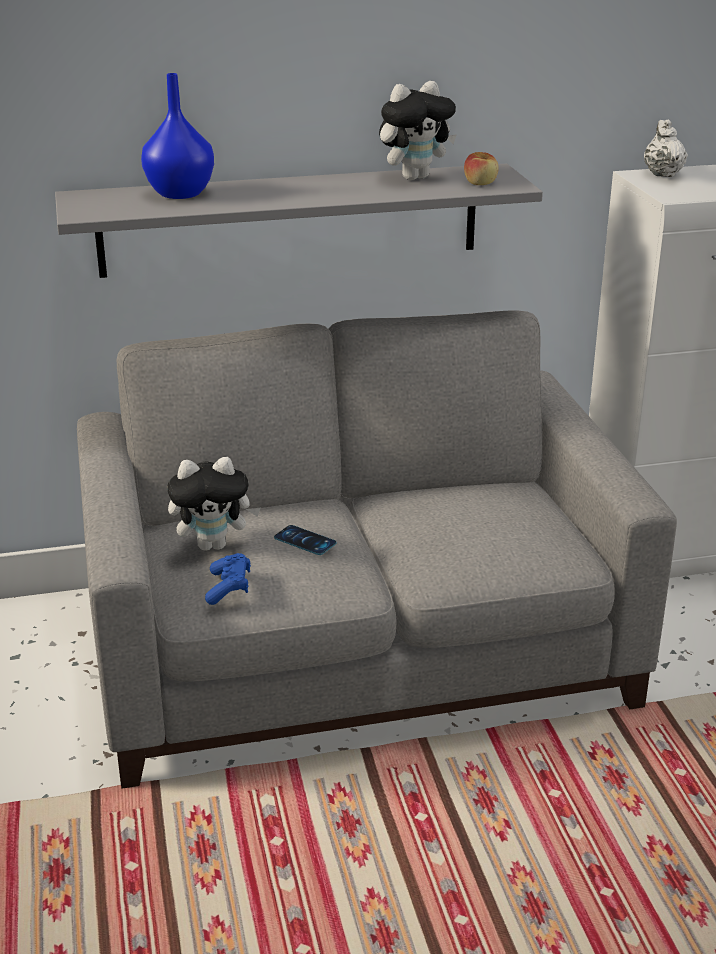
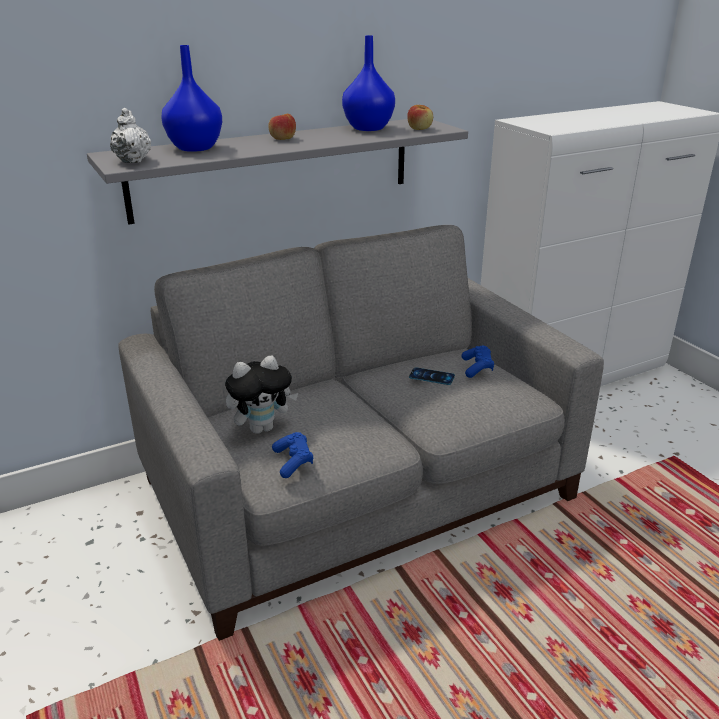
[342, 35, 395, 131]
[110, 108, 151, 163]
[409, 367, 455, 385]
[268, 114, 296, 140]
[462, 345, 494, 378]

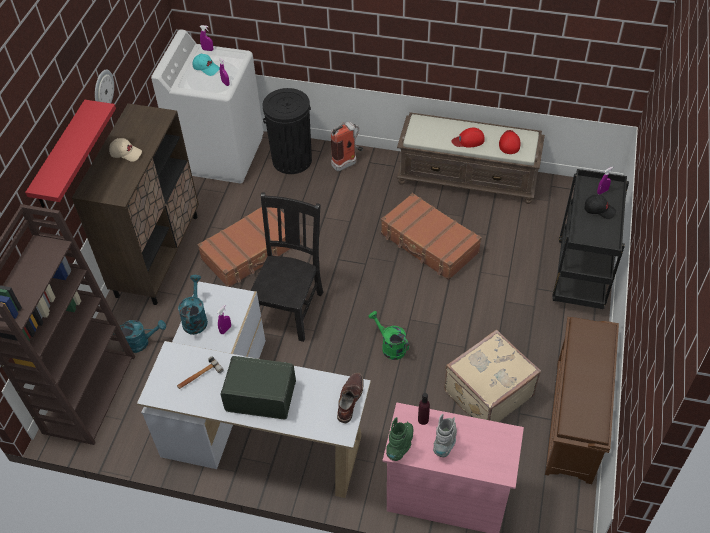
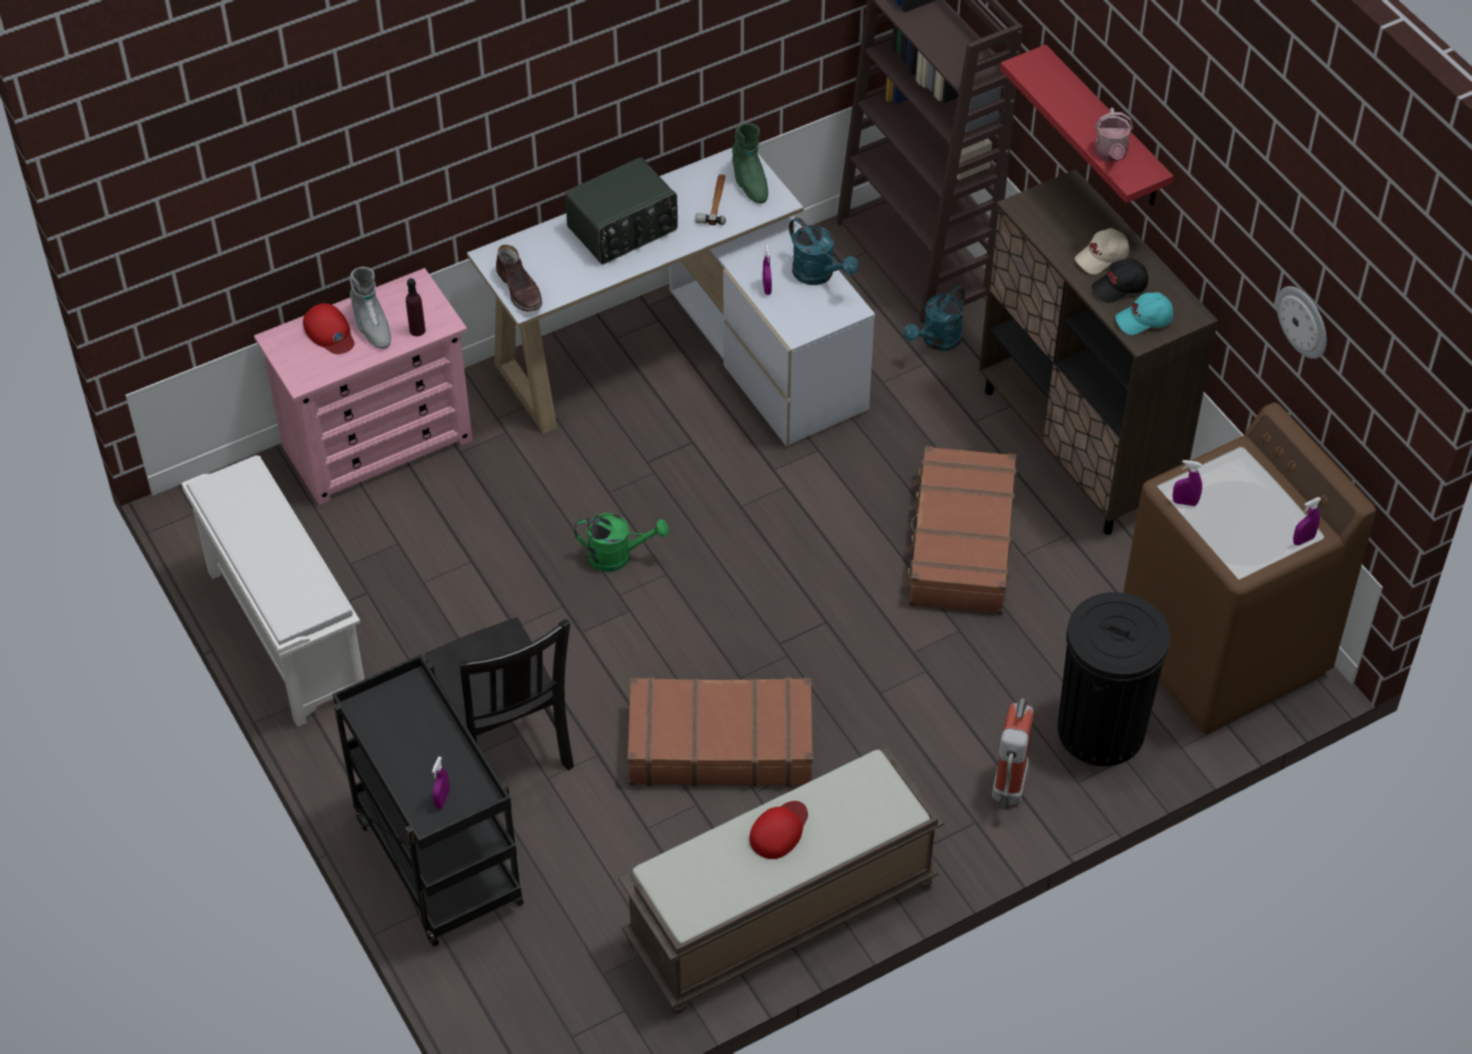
[1123, 402, 1376, 734]
[1115, 292, 1173, 335]
[1277, 286, 1327, 359]
[303, 303, 354, 354]
[424, 617, 574, 771]
[1092, 258, 1149, 303]
[181, 455, 364, 727]
[444, 330, 541, 422] (first image)
[732, 123, 768, 203]
[1094, 108, 1133, 162]

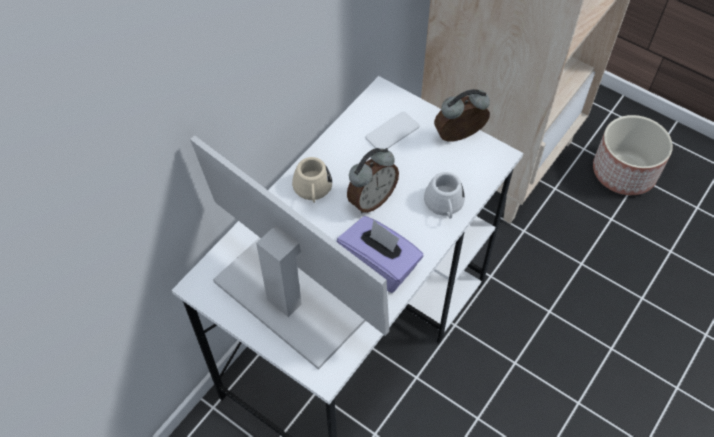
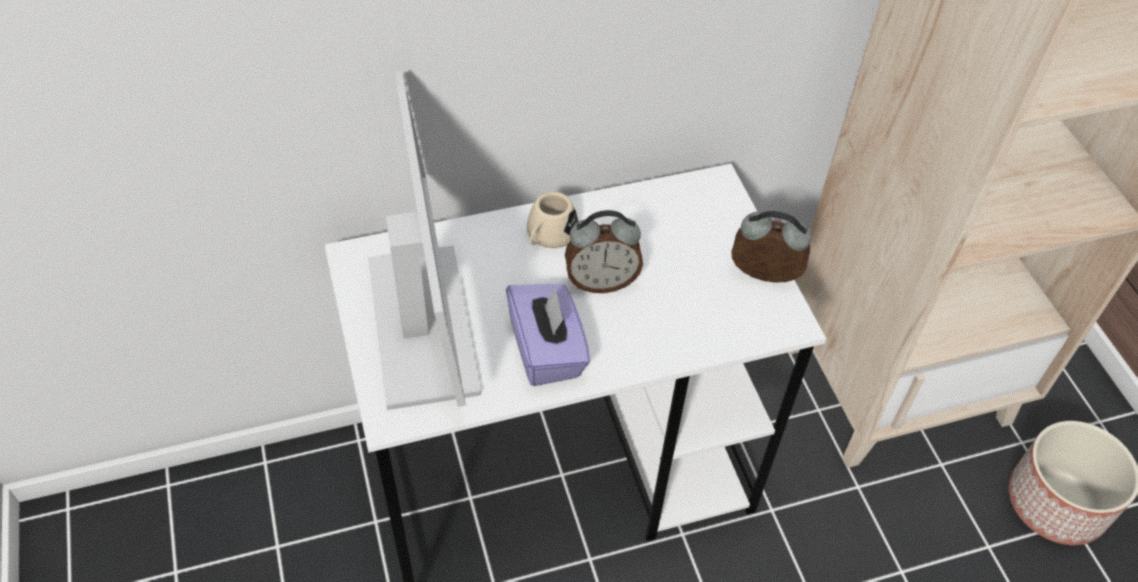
[365, 112, 420, 149] (first image)
[424, 172, 465, 219] (first image)

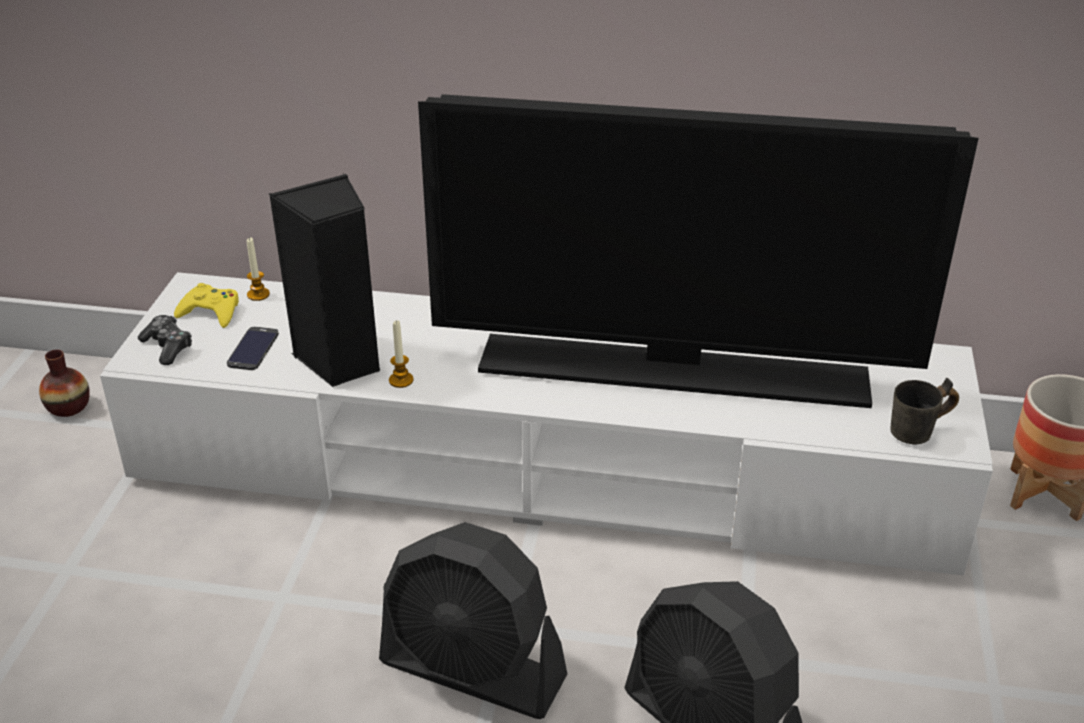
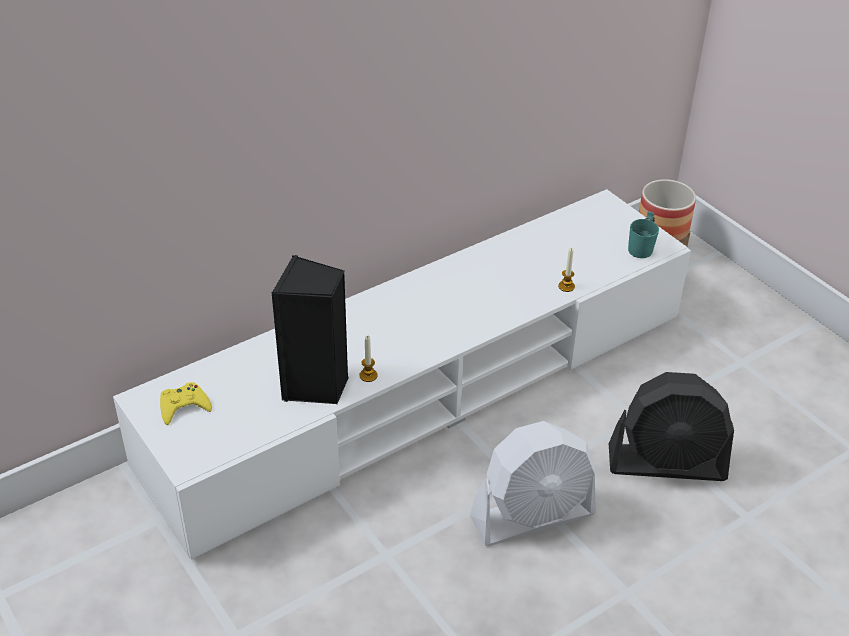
[418, 94, 979, 408] (first image)
[558, 248, 575, 292]
[138, 315, 192, 365] (first image)
[227, 327, 279, 370] (first image)
[39, 349, 90, 417] (first image)
[628, 212, 659, 258]
[470, 421, 596, 546]

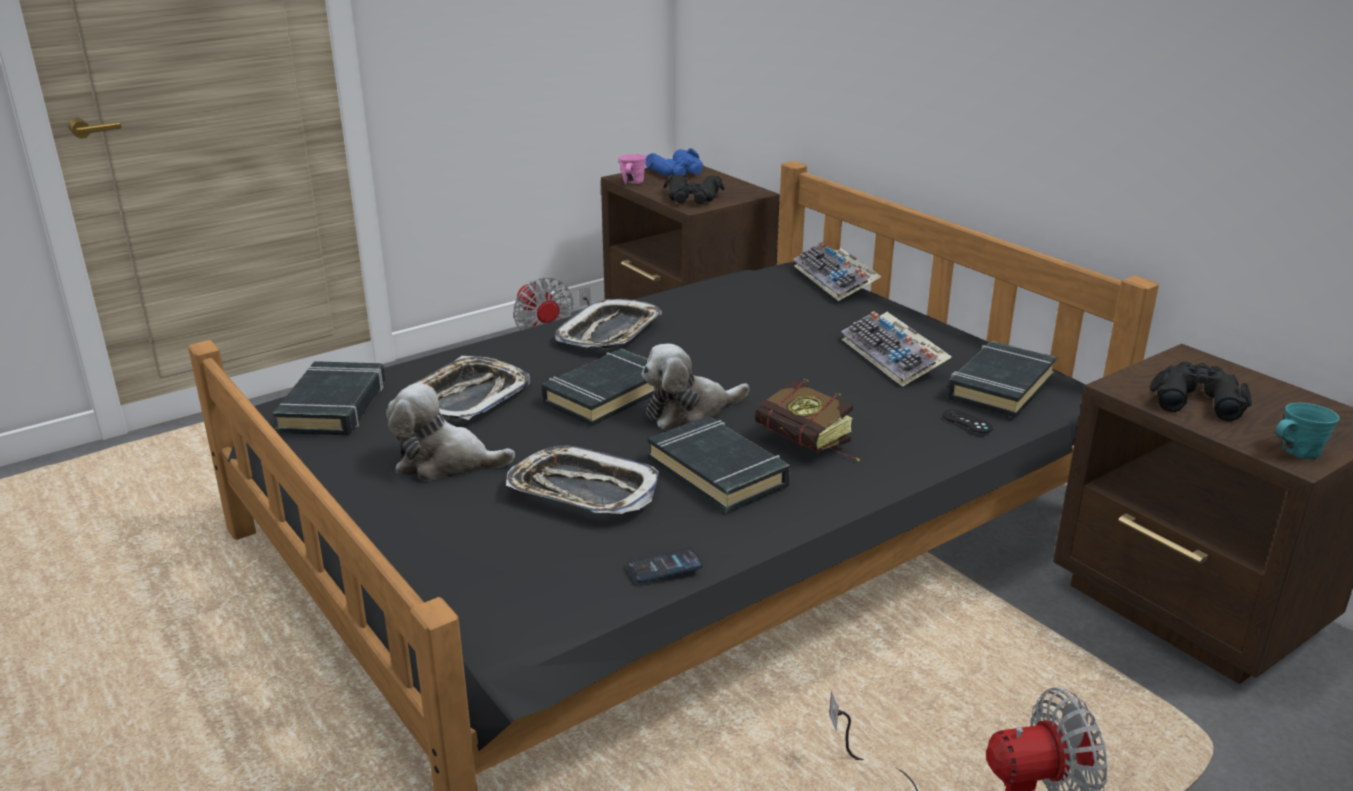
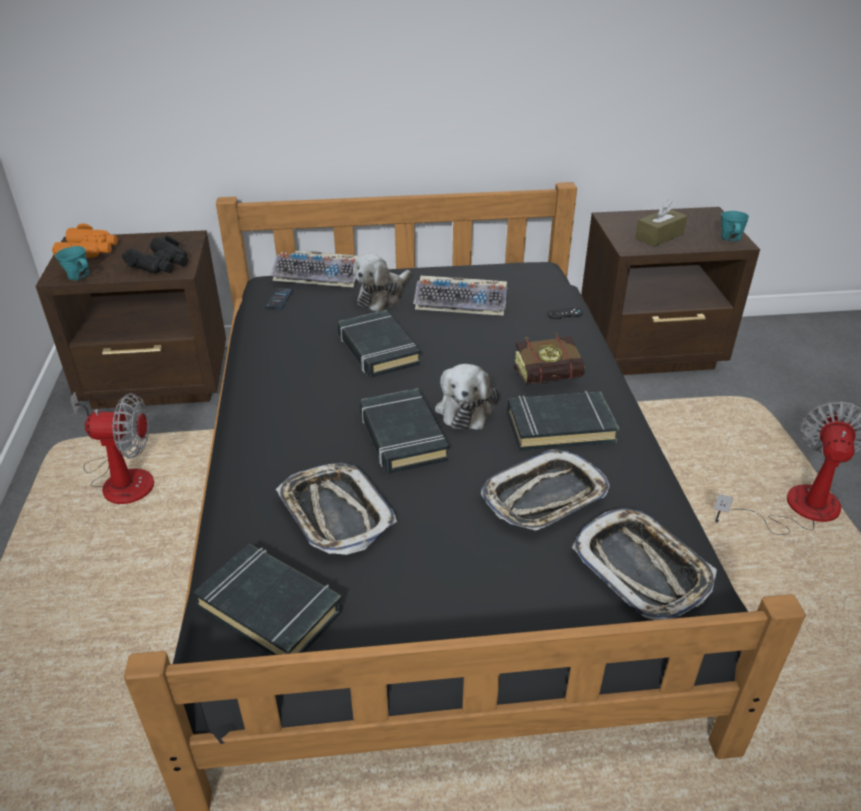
[52, 224, 117, 258]
[55, 246, 89, 281]
[572, 508, 717, 620]
[338, 310, 421, 378]
[635, 199, 687, 247]
[353, 254, 411, 312]
[265, 288, 292, 309]

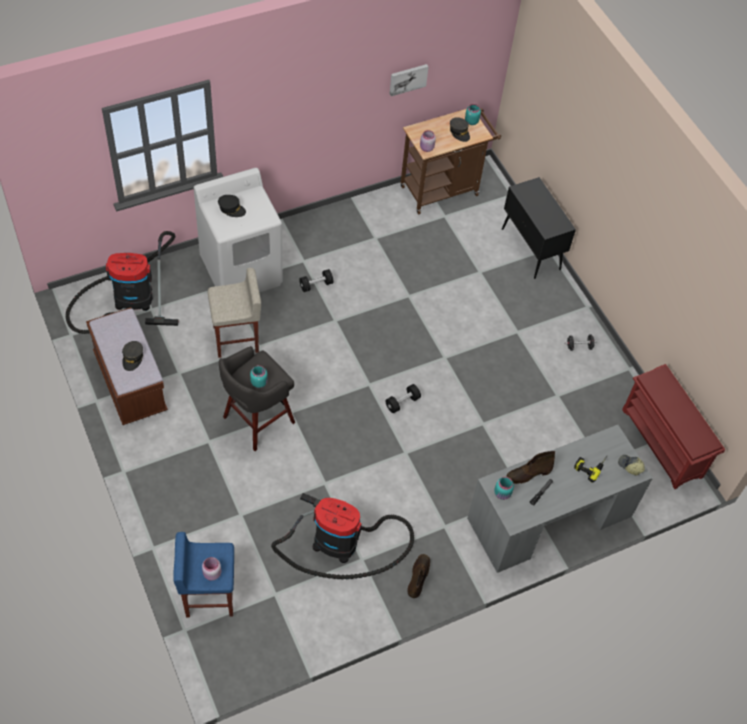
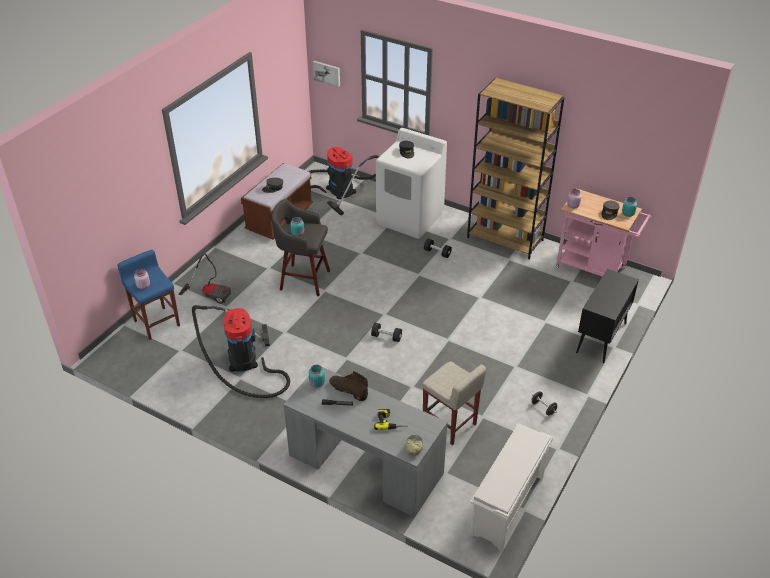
[313, 61, 340, 87]
[556, 189, 651, 277]
[422, 361, 486, 445]
[470, 424, 553, 551]
[407, 554, 430, 598] (first image)
[467, 78, 565, 259]
[178, 253, 231, 304]

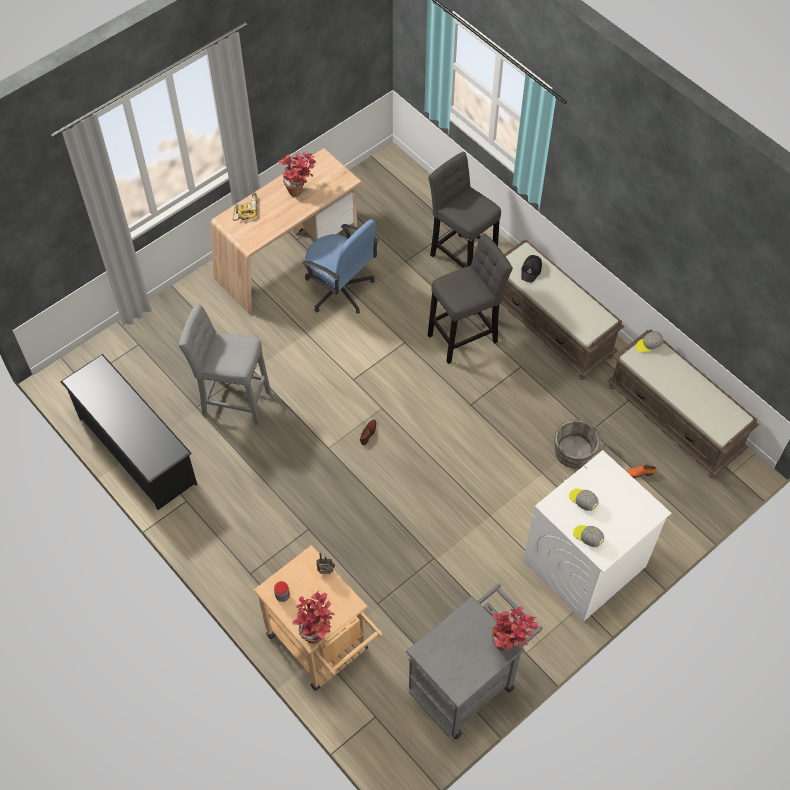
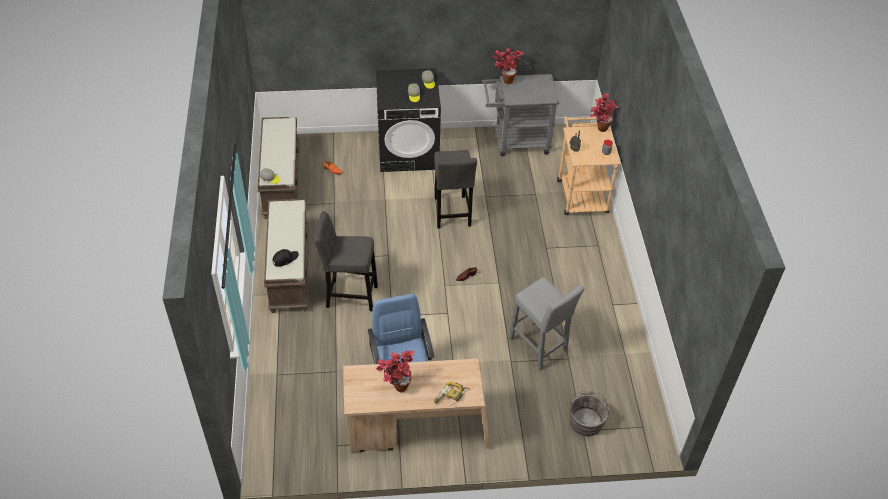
[434, 150, 477, 229]
[60, 354, 197, 510] (first image)
[569, 391, 609, 436]
[376, 68, 441, 172]

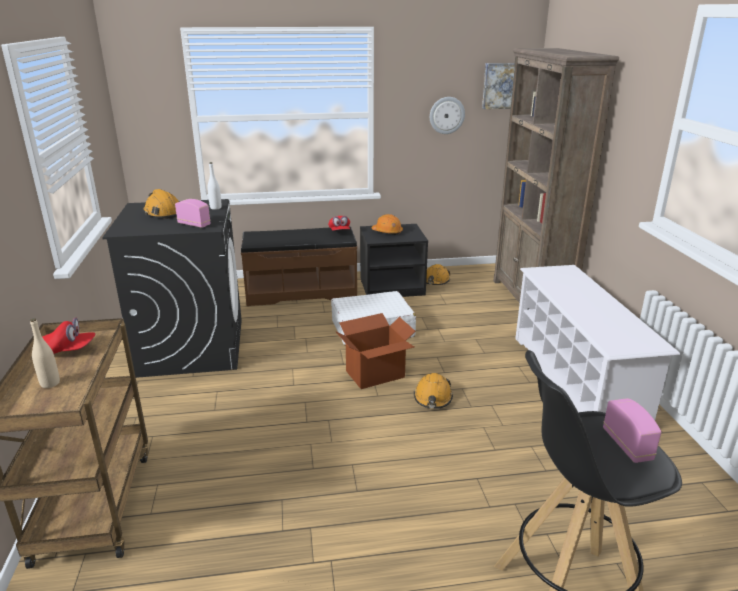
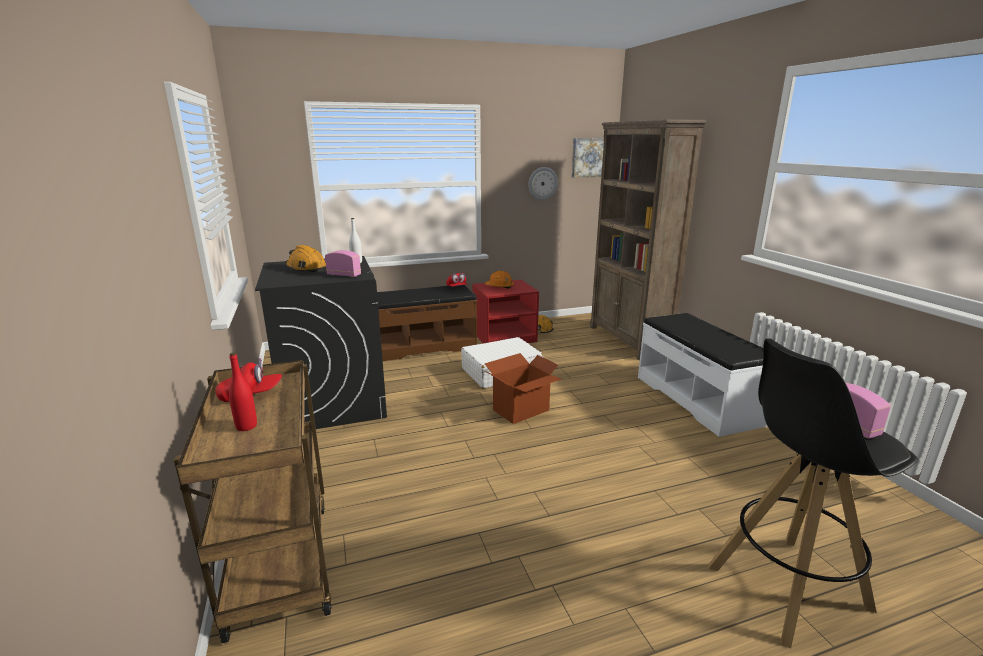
[472, 280, 539, 343]
[638, 313, 768, 437]
[229, 352, 257, 431]
[414, 373, 453, 409] (first image)

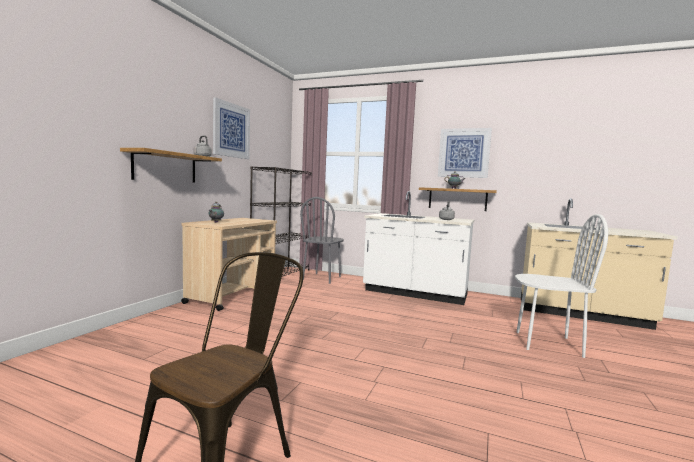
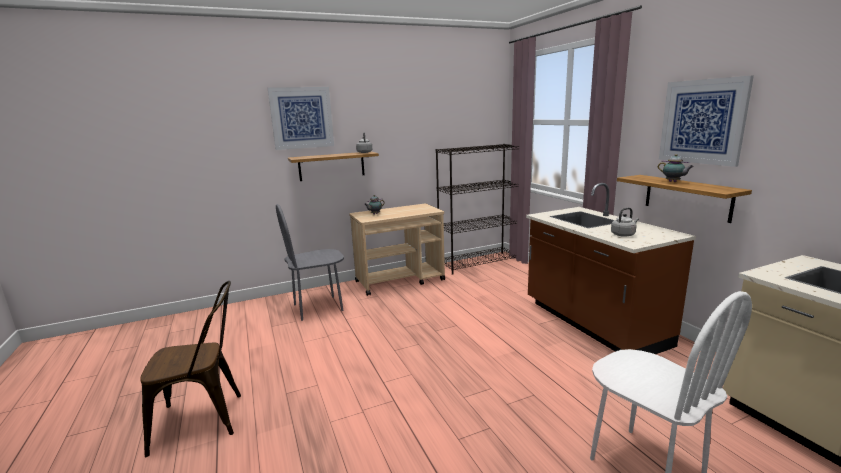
[268, 87, 334, 150]
[526, 183, 696, 354]
[276, 204, 344, 321]

